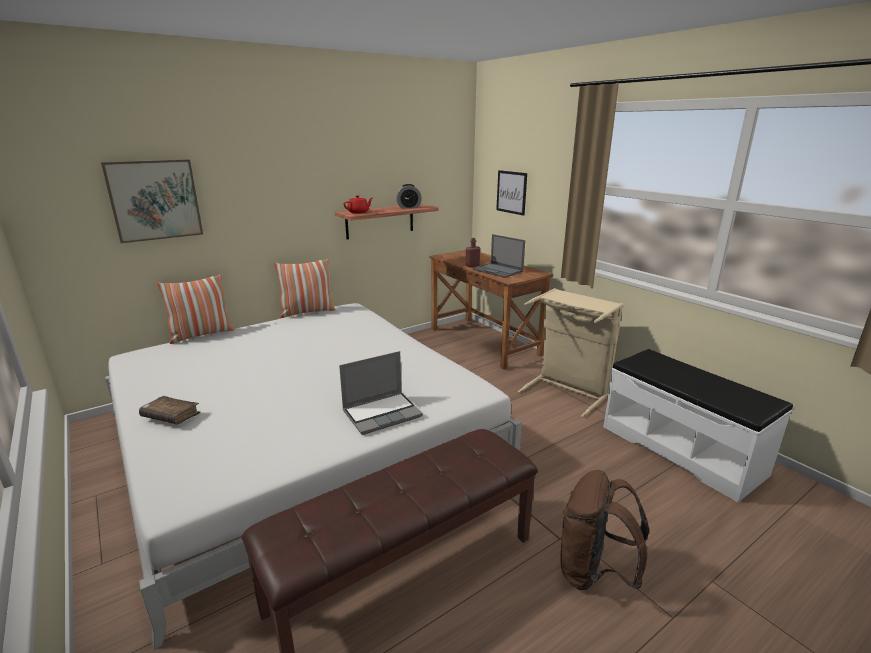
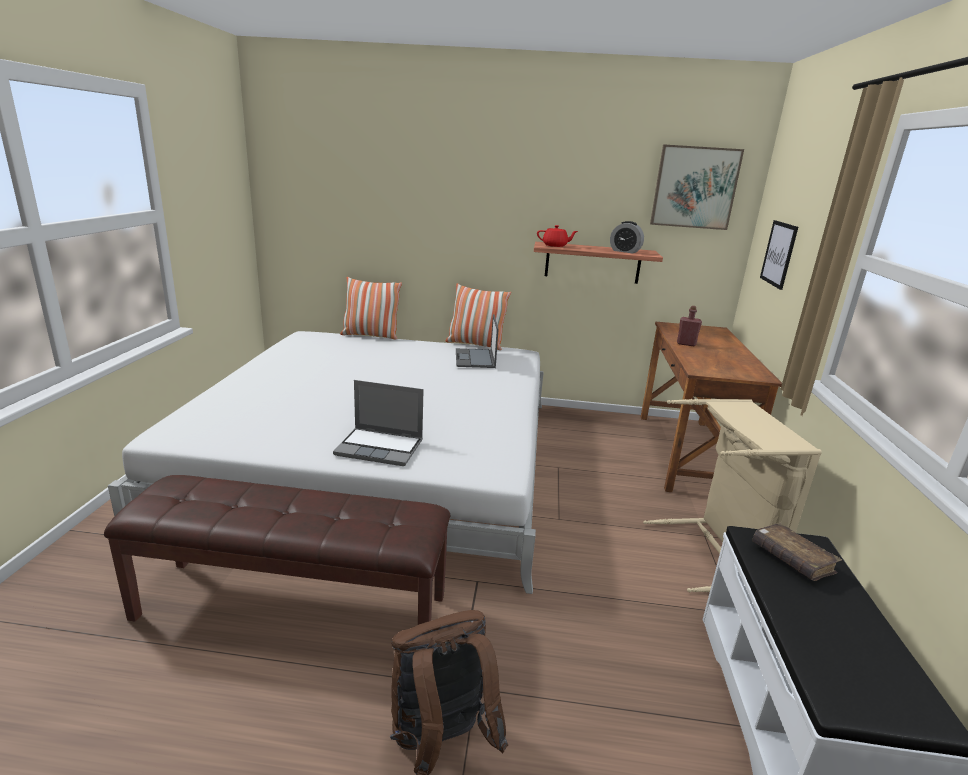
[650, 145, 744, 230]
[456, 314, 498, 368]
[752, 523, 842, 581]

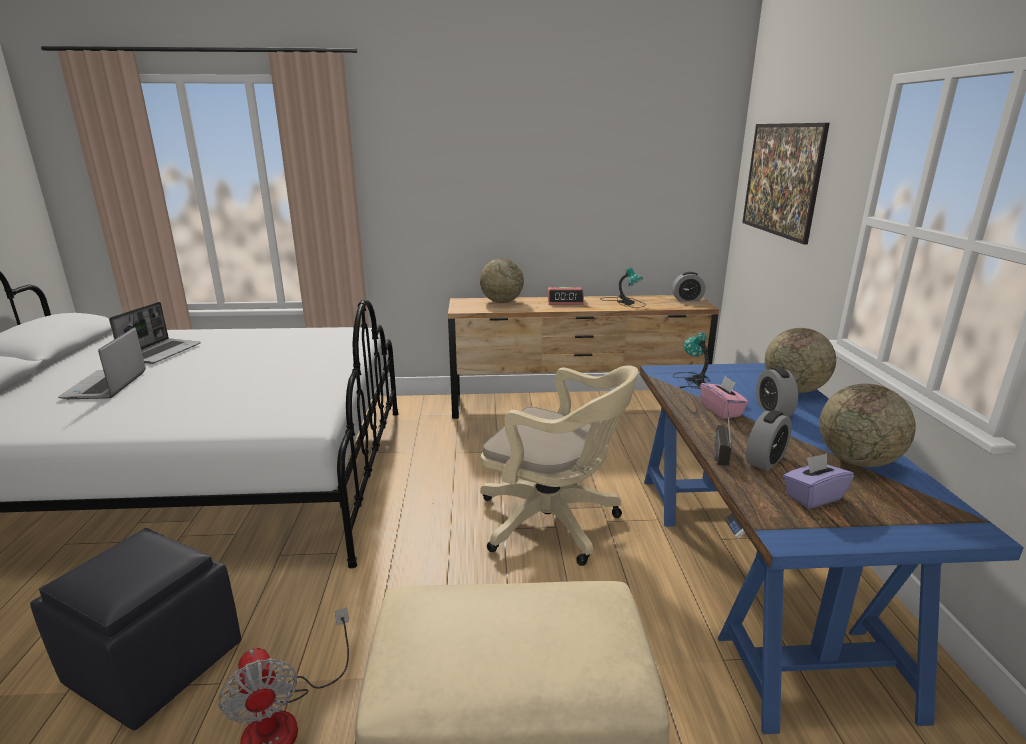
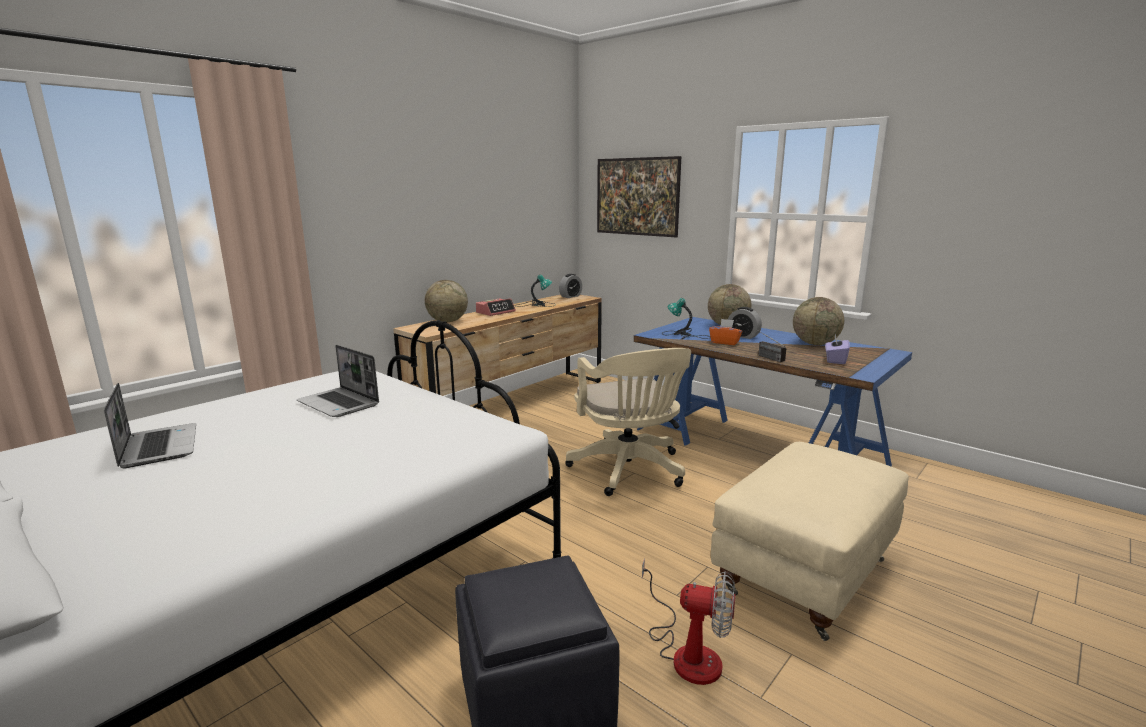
[297, 345, 379, 417]
[565, 348, 691, 496]
[709, 319, 743, 345]
[746, 410, 792, 471] (first image)

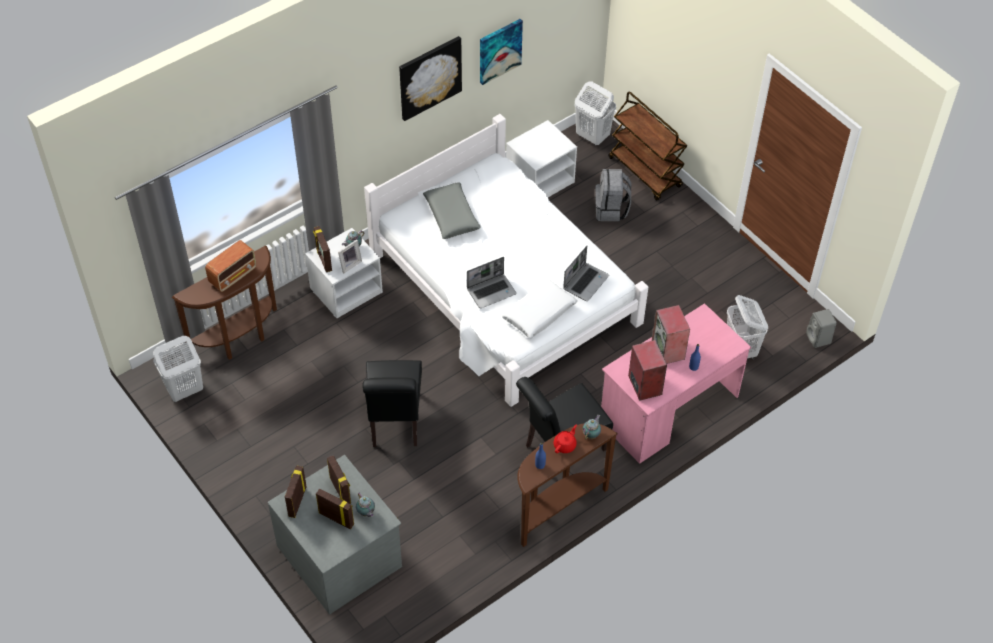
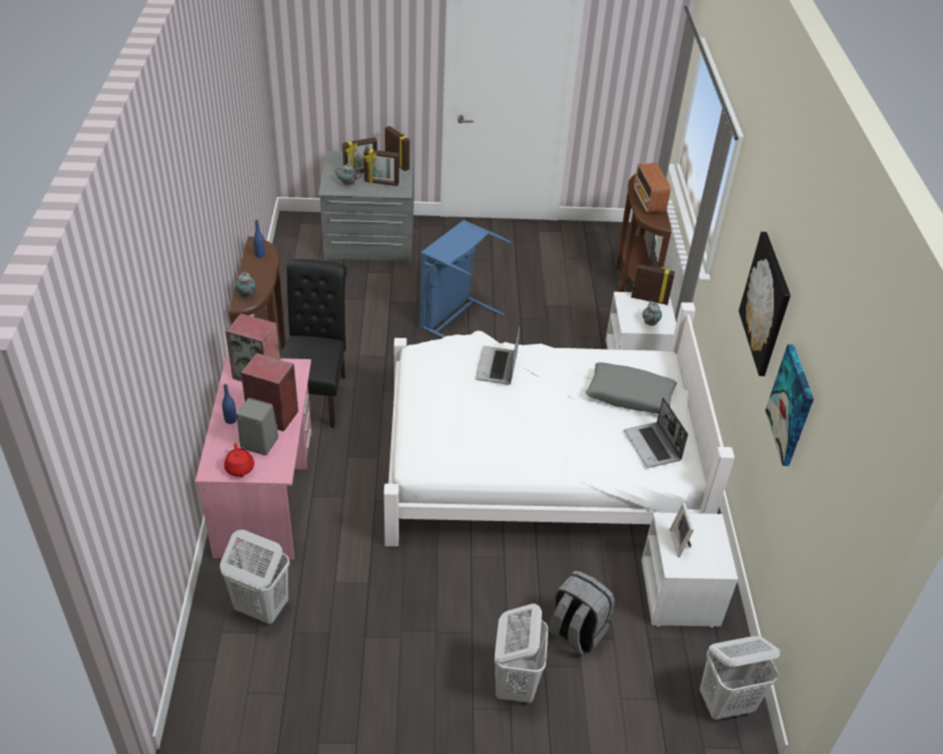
[608, 92, 687, 201] (first image)
[669, 503, 694, 557]
[624, 397, 688, 468]
[501, 279, 578, 338] (first image)
[236, 398, 278, 455]
[494, 603, 548, 703]
[420, 220, 511, 338]
[224, 443, 254, 477]

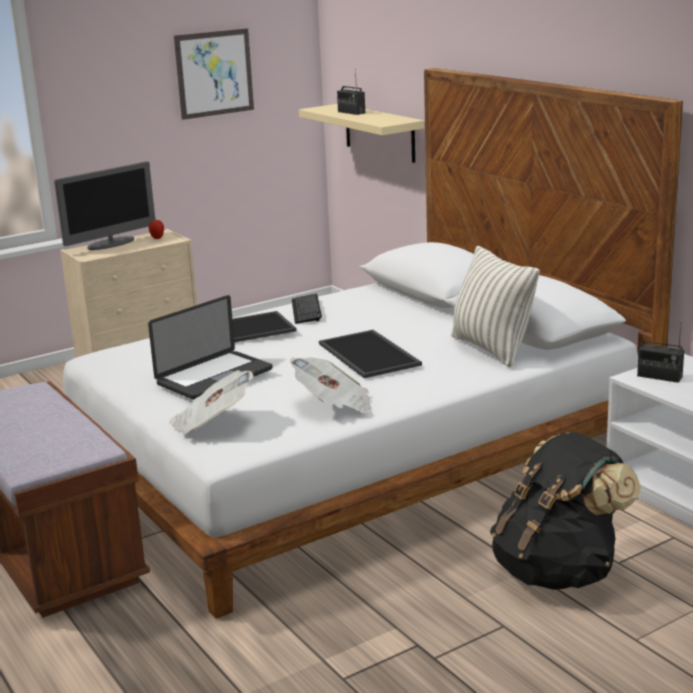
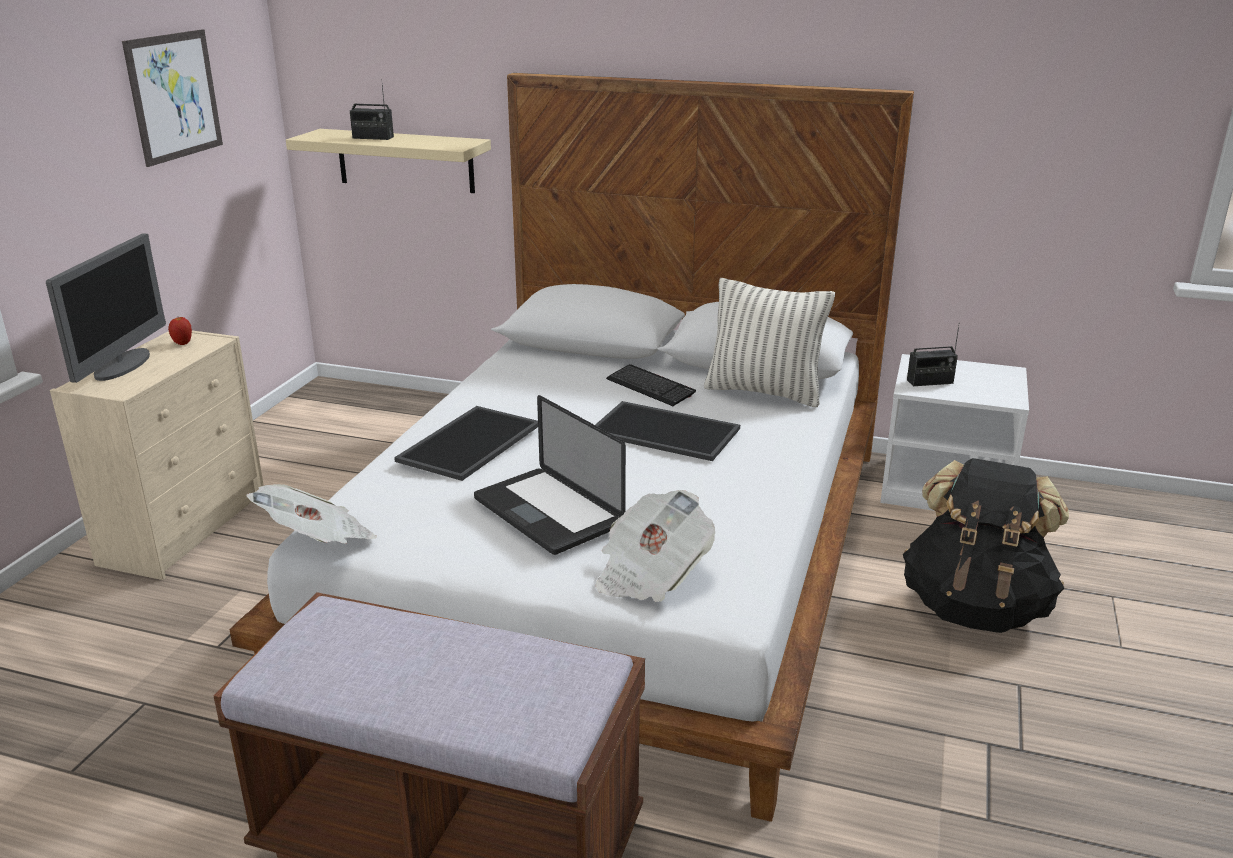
[606, 364, 696, 406]
[474, 395, 626, 555]
[246, 484, 377, 544]

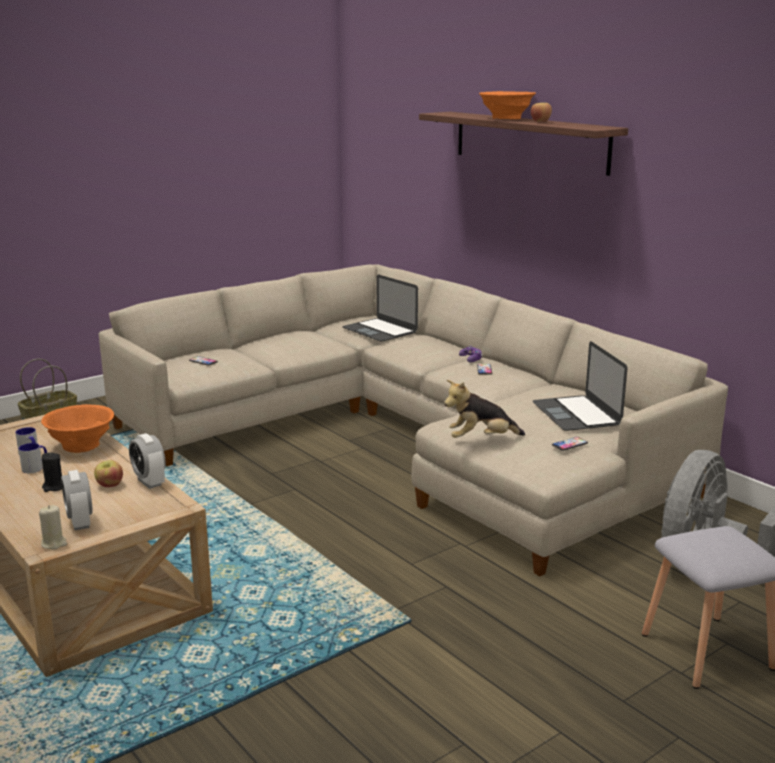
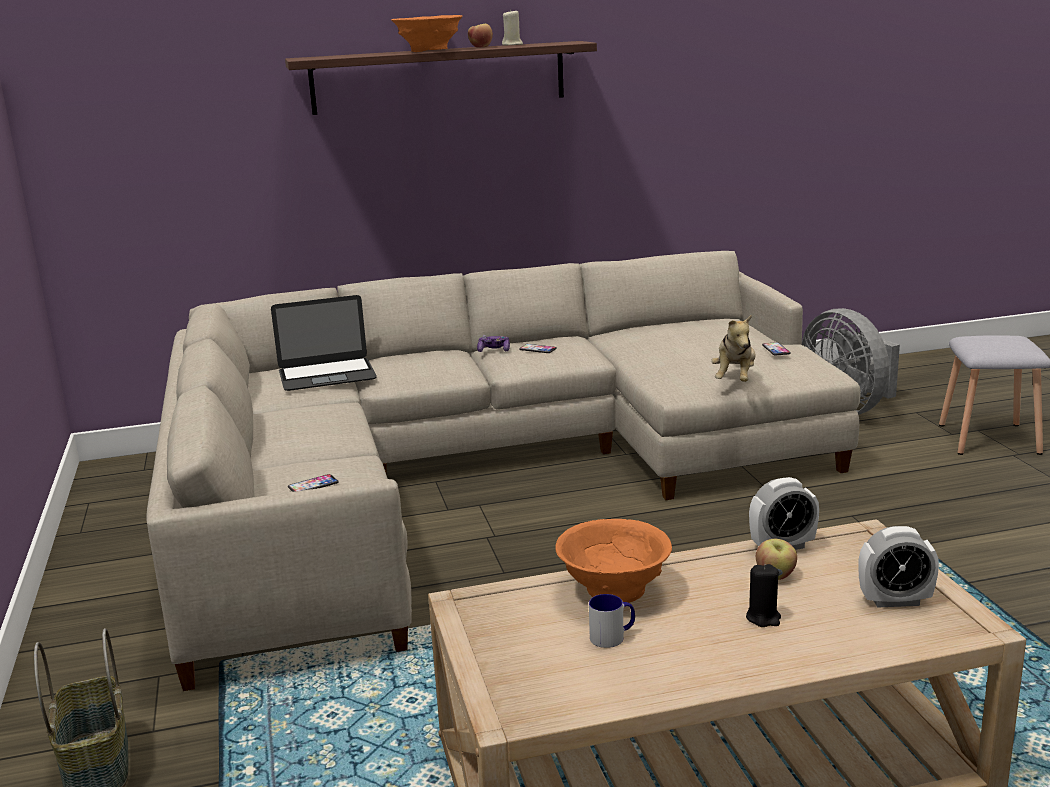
[533, 341, 627, 431] (first image)
[19, 443, 47, 473] (first image)
[502, 9, 523, 45]

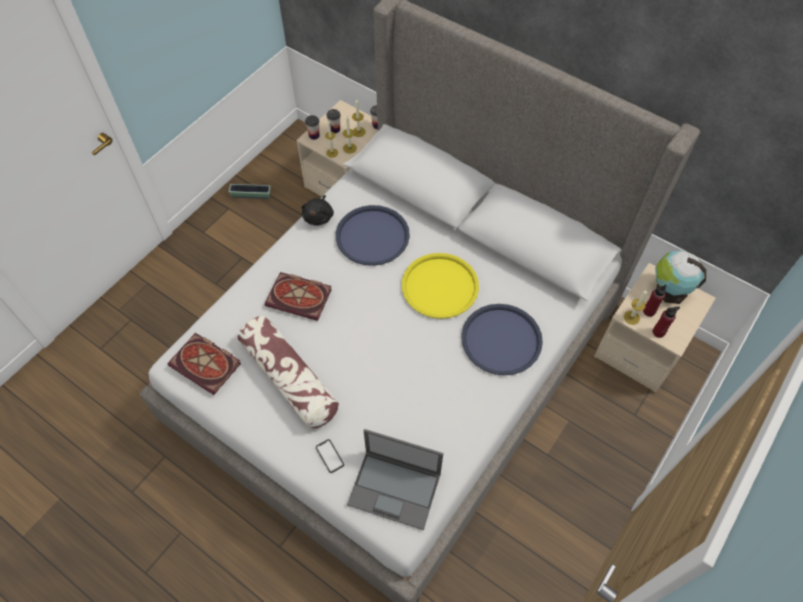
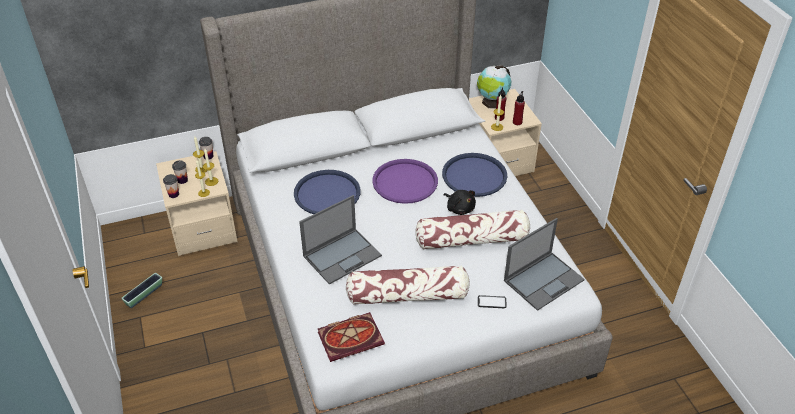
[444, 190, 476, 215]
[372, 159, 438, 204]
[299, 195, 382, 285]
[415, 210, 530, 250]

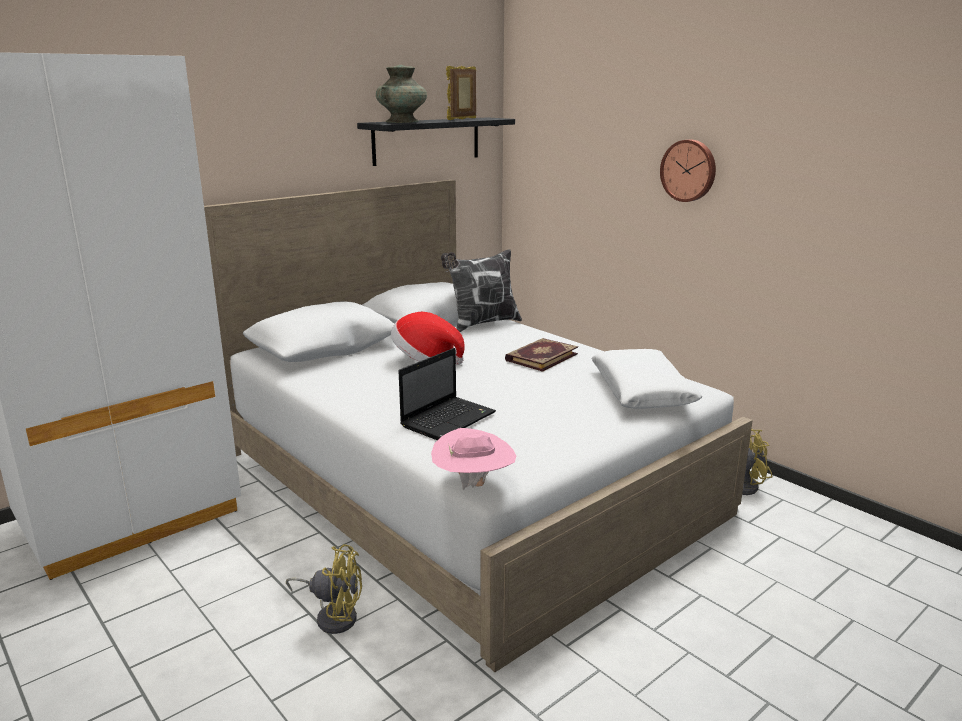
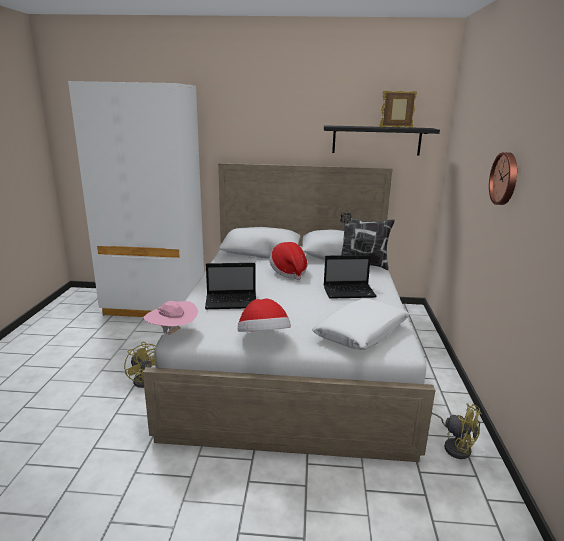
[376, 65, 427, 123] (first image)
[324, 255, 377, 299]
[238, 299, 291, 332]

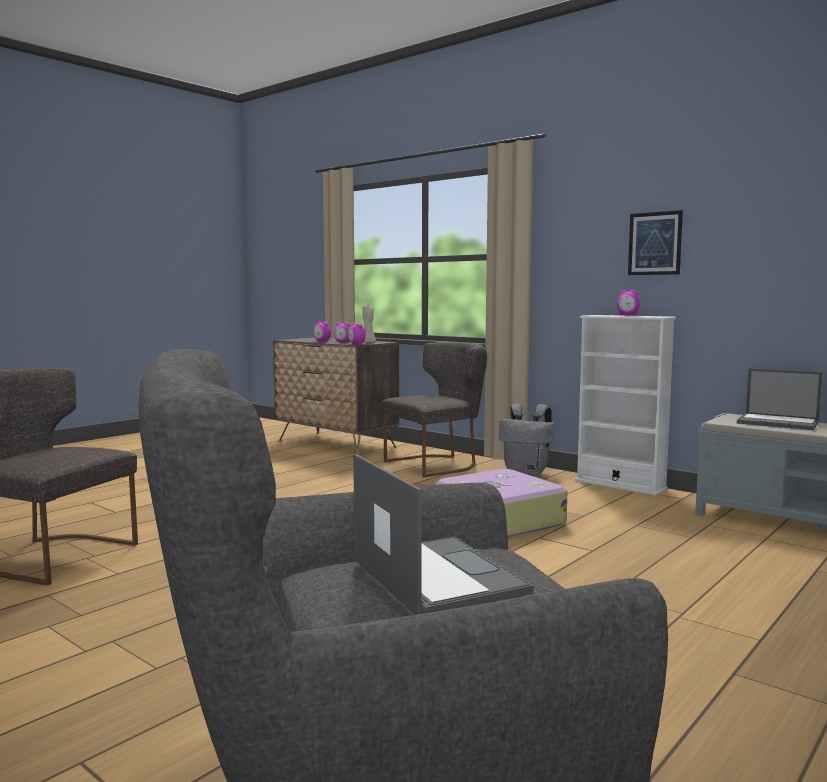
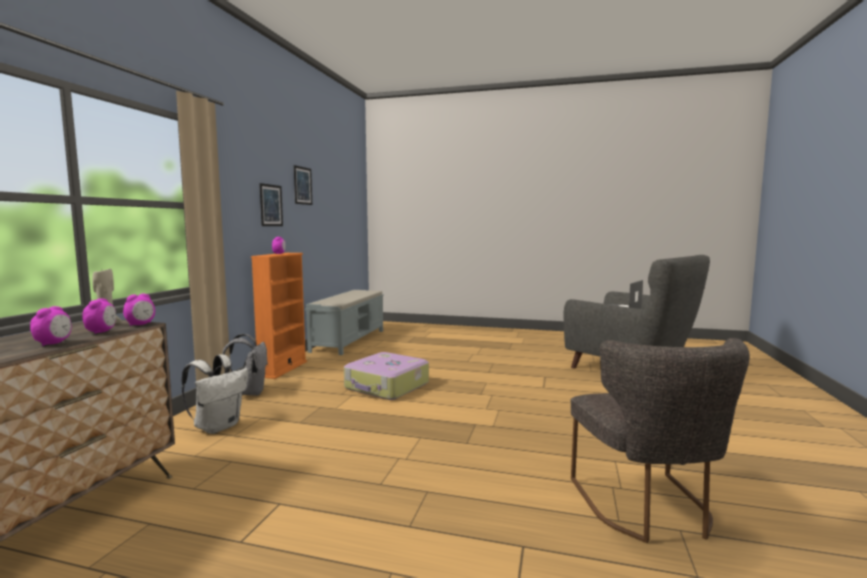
[251, 253, 307, 379]
[182, 354, 248, 434]
[737, 368, 823, 430] (first image)
[294, 165, 312, 205]

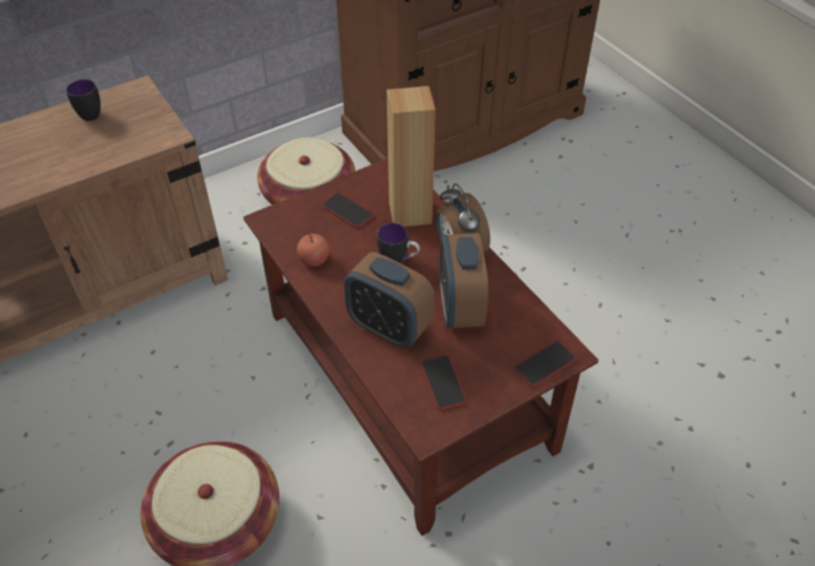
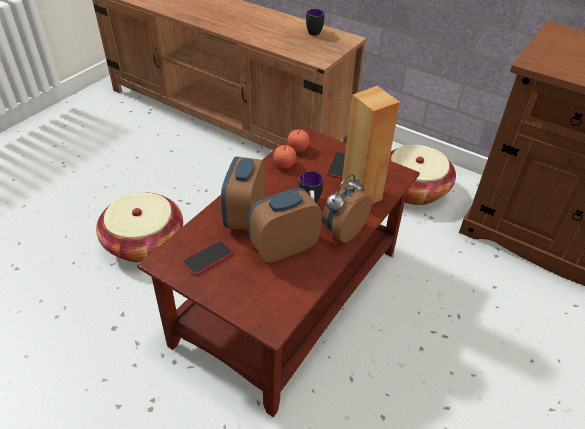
[514, 341, 576, 387] (first image)
[287, 128, 310, 152]

